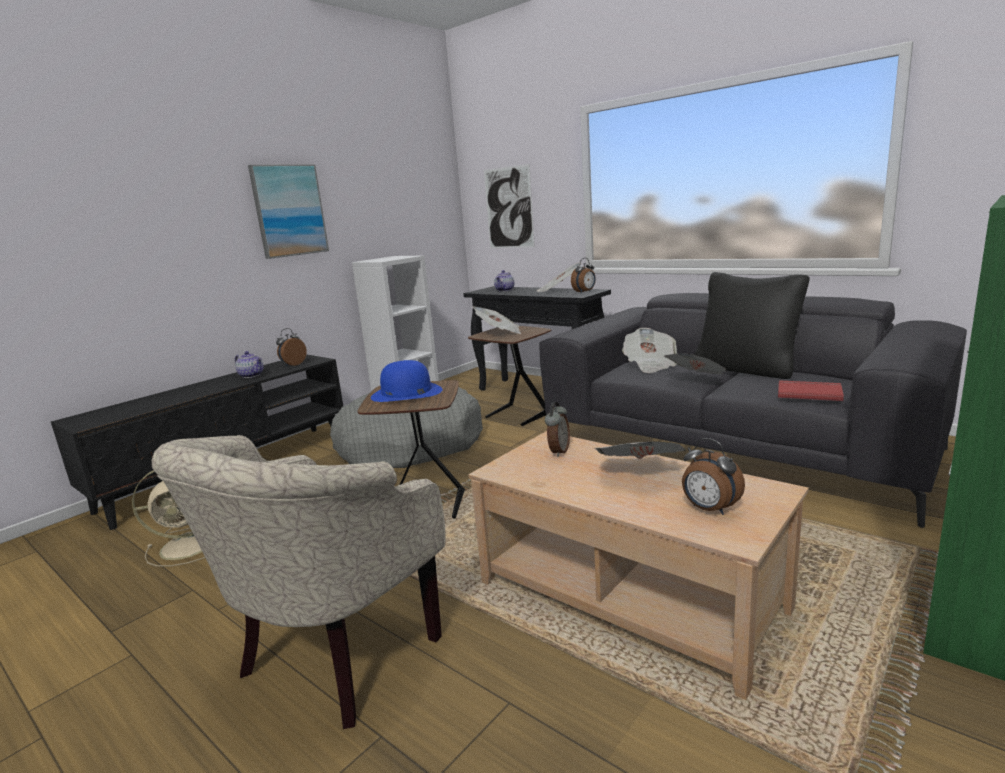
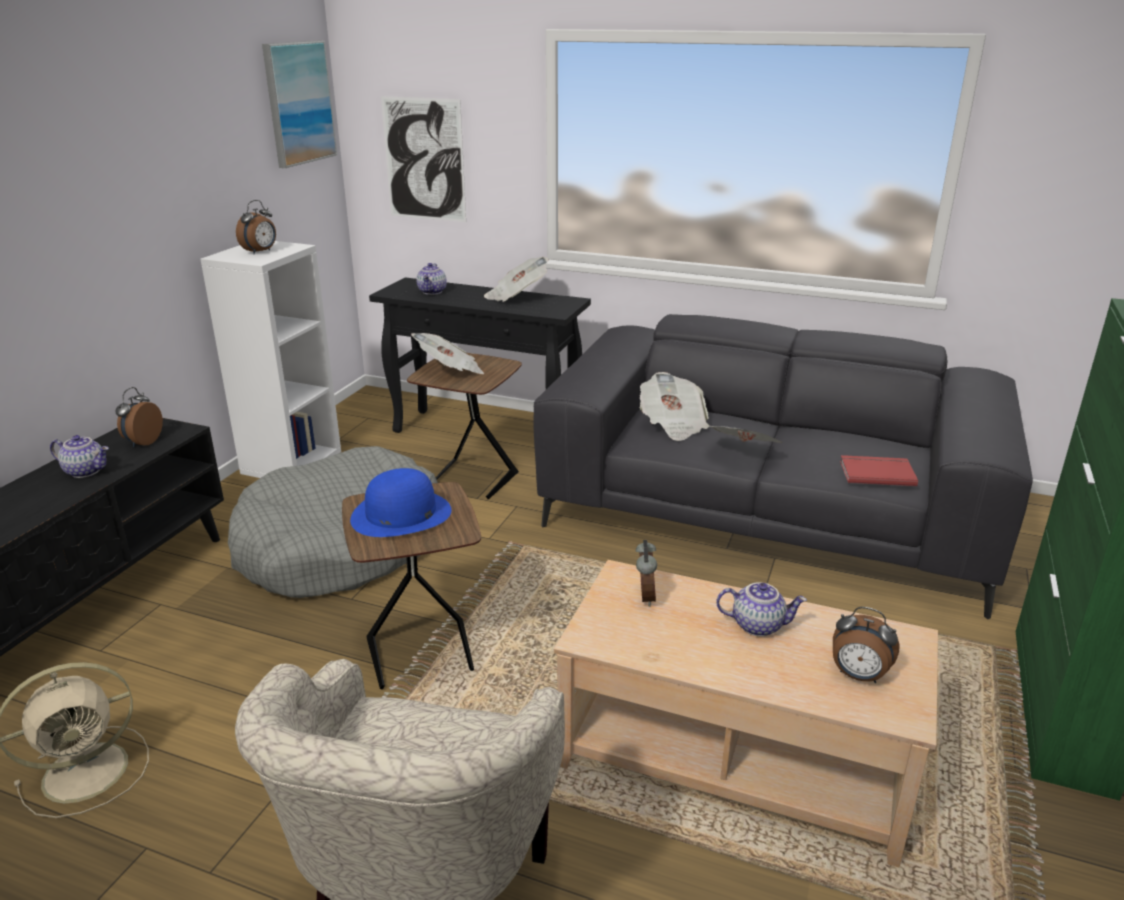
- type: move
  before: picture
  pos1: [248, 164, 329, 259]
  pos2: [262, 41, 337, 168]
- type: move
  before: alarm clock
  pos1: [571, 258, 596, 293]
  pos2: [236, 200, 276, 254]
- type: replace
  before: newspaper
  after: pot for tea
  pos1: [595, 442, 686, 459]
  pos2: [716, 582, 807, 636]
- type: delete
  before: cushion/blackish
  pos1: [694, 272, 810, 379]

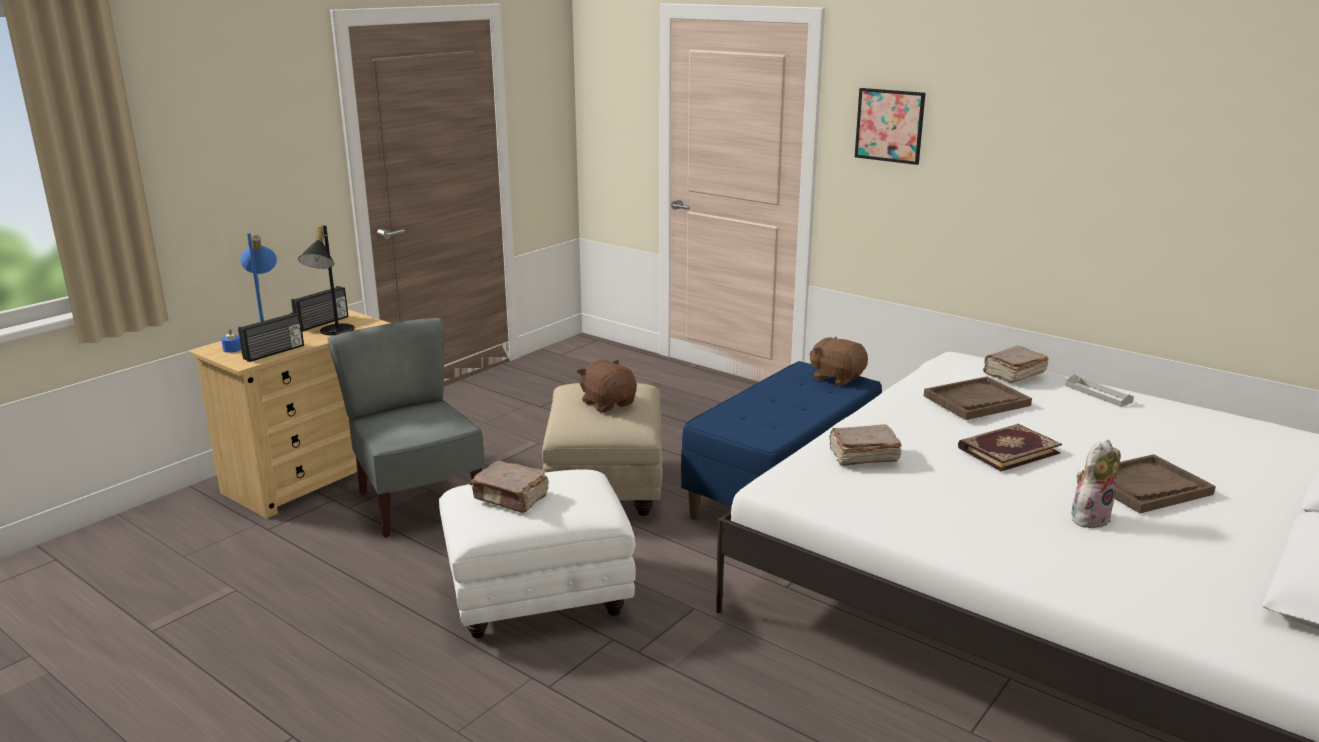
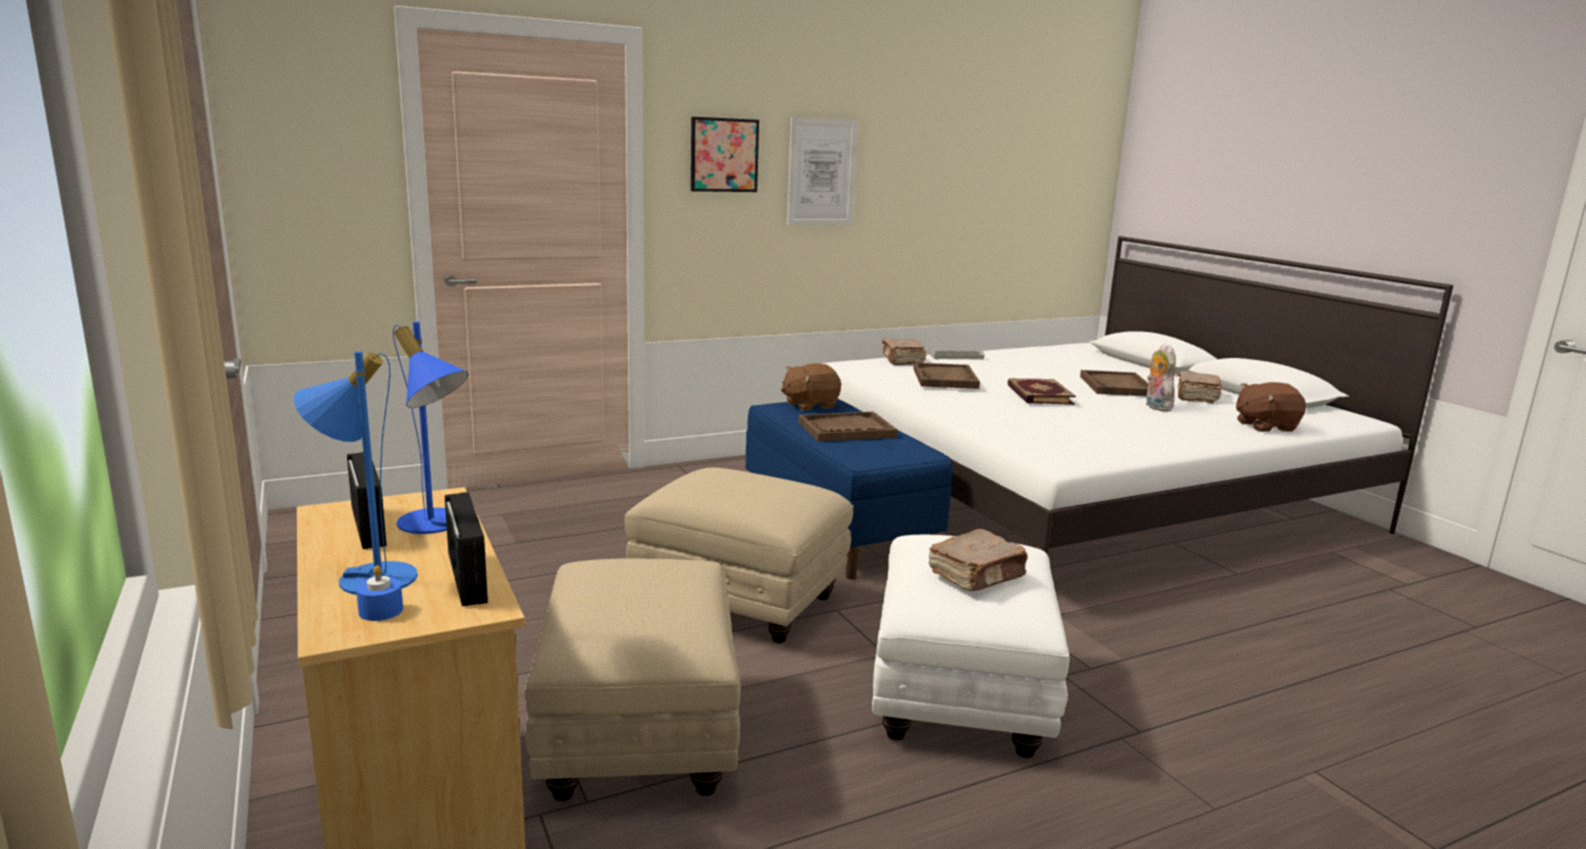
- type: recolor
  before: tabletop lamp/blackish
  after: tabletop lamp/bluish
  pos1: [298, 225, 355, 336]
  pos2: [393, 321, 469, 534]
- type: replace
  before: upright chair/grey
  after: ottoman/beige
  pos1: [327, 318, 485, 538]
  pos2: [525, 558, 741, 801]
- type: move
  before: cuddly toy/brownish
  pos1: [577, 360, 637, 412]
  pos2: [1236, 382, 1306, 432]
- type: move
  before: book/brownish
  pos1: [829, 424, 902, 466]
  pos2: [1178, 371, 1222, 403]
- type: insert
  after: picture
  pos2: [787, 117, 858, 225]
- type: insert
  after: tray/brownish
  pos2: [798, 412, 898, 442]

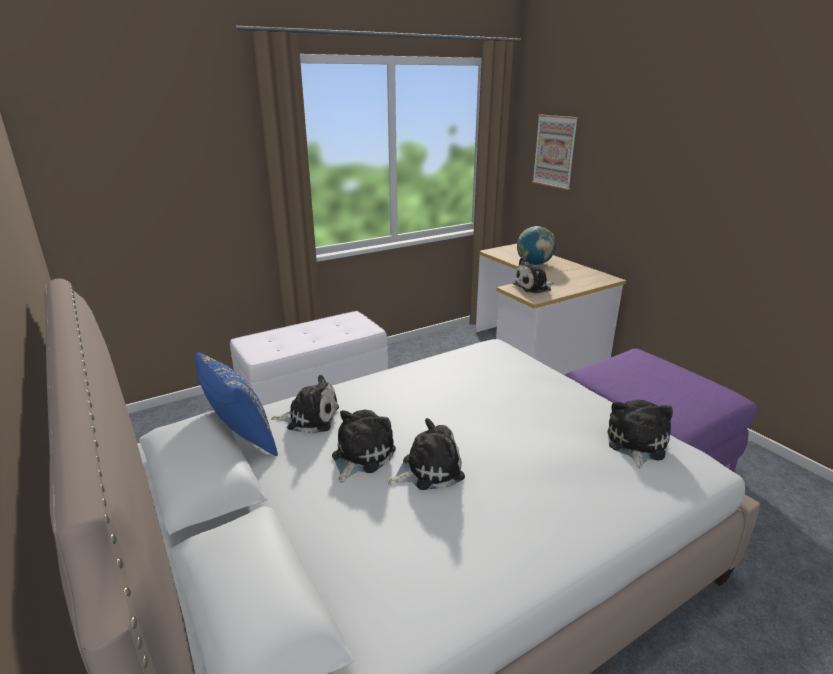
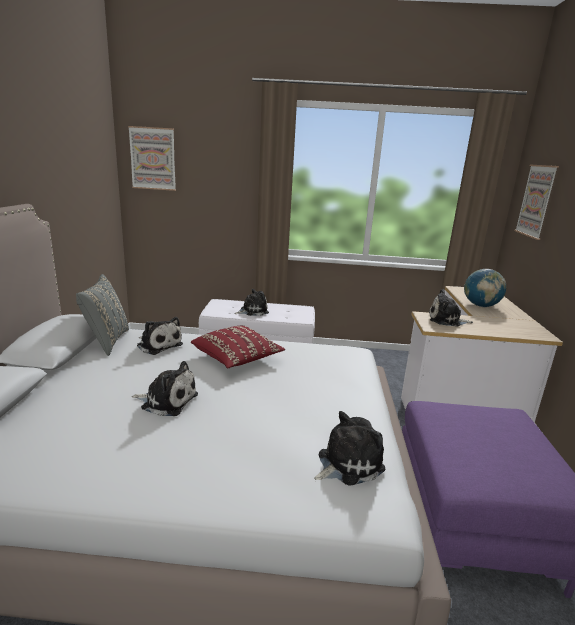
- type: recolor
  before: cushion/bluish
  after: cushion/grey
  pos1: [195, 352, 278, 456]
  pos2: [76, 274, 129, 356]
- type: move
  before: cuddly toy
  pos1: [332, 410, 396, 483]
  pos2: [234, 289, 269, 316]
- type: insert
  after: picture
  pos2: [128, 126, 176, 191]
- type: insert
  after: cushion/red-coloured
  pos2: [191, 326, 285, 368]

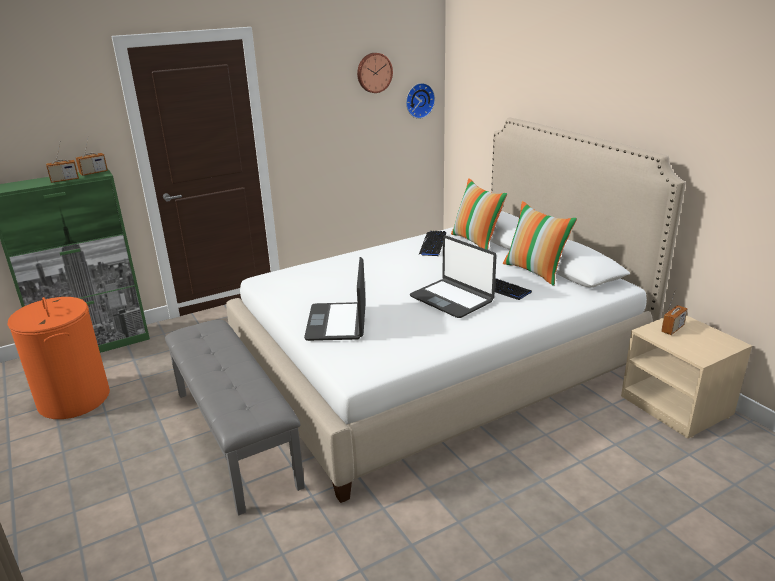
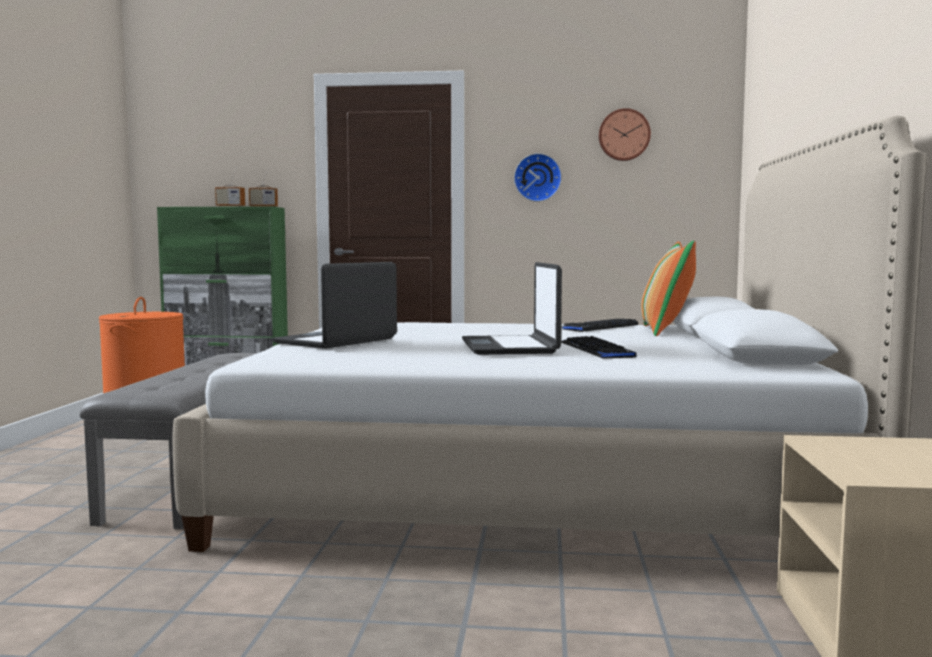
- type: move
  before: hanging clock
  pos1: [406, 83, 435, 119]
  pos2: [514, 153, 562, 202]
- type: delete
  before: cushion
  pos1: [503, 201, 577, 286]
- type: delete
  before: radio
  pos1: [661, 289, 688, 335]

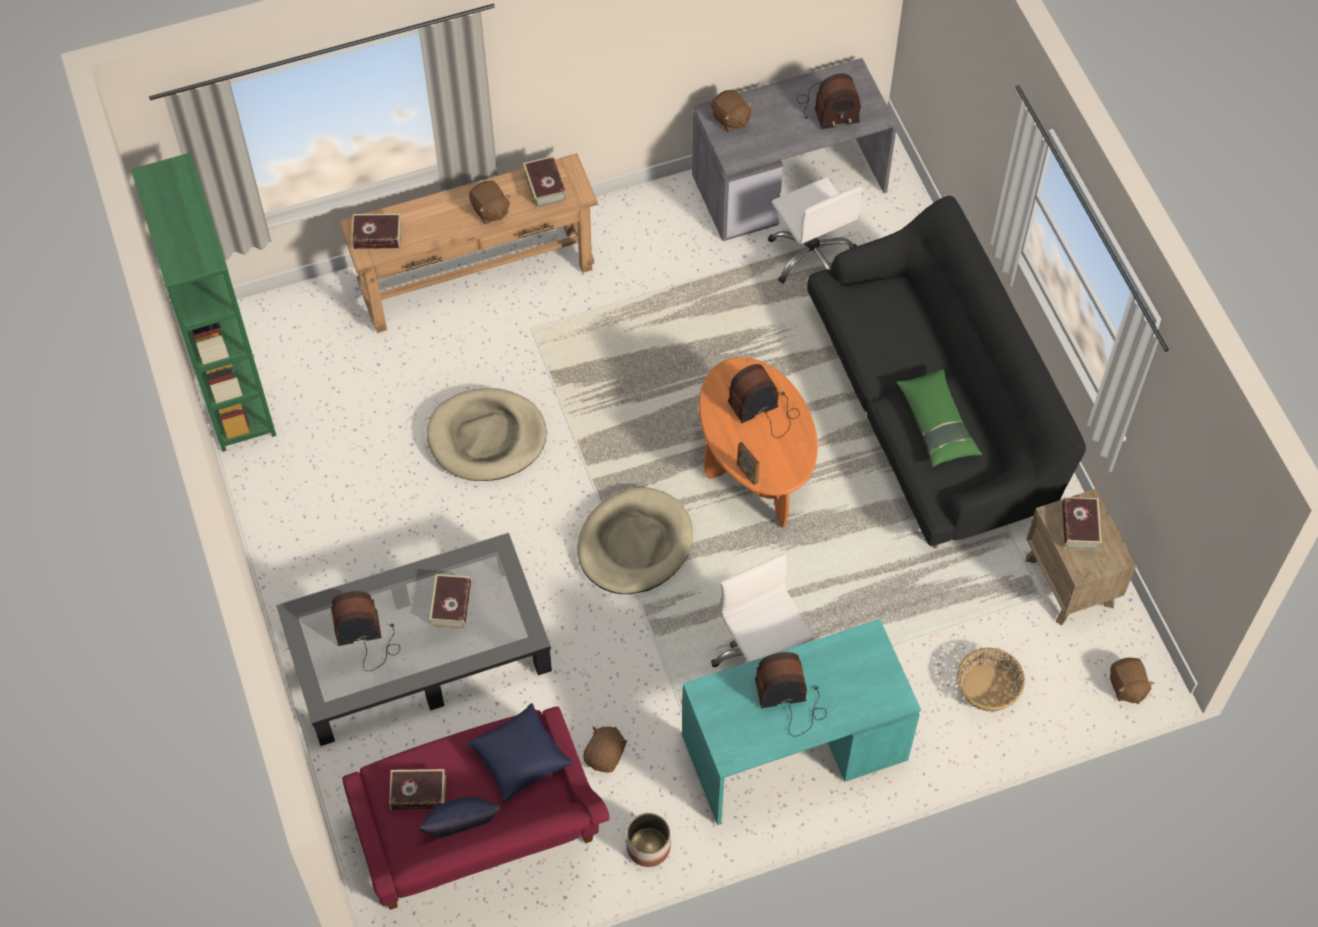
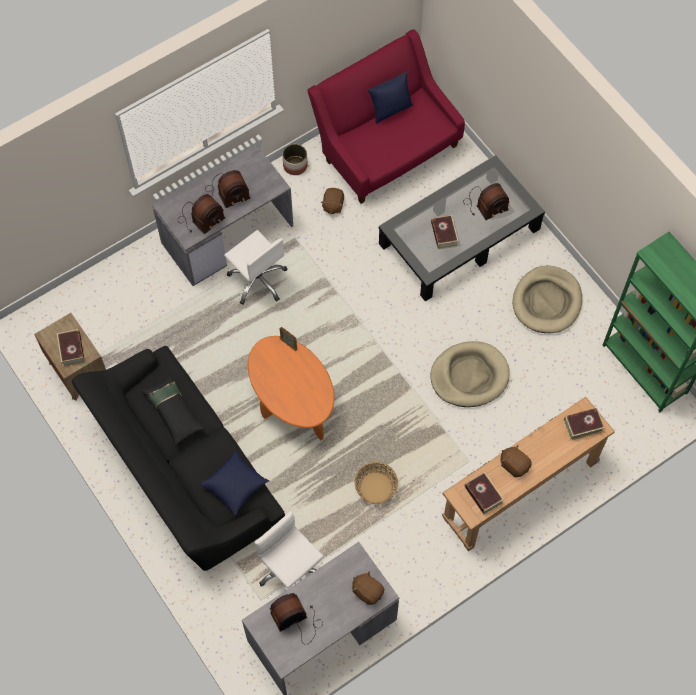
- type: delete
  before: book
  pos1: [389, 769, 446, 810]
- type: move
  before: cushion/bluish
  pos1: [466, 703, 573, 802]
  pos2: [200, 451, 269, 516]
- type: move
  before: dog cushion/beige
  pos1: [577, 487, 693, 594]
  pos2: [512, 266, 582, 333]
- type: recolor
  before: desk unit/turquoise-coloured
  after: desk unit/grey
  pos1: [682, 619, 921, 825]
  pos2: [152, 145, 293, 286]
- type: move
  before: radio
  pos1: [728, 364, 800, 438]
  pos2: [180, 194, 225, 234]
- type: recolor
  before: cushion/greenish
  after: cushion/blackish
  pos1: [896, 369, 982, 467]
  pos2: [141, 374, 206, 446]
- type: move
  before: basket
  pos1: [957, 648, 1025, 711]
  pos2: [354, 462, 398, 504]
- type: delete
  before: cuddly toy/brownish
  pos1: [1110, 657, 1155, 704]

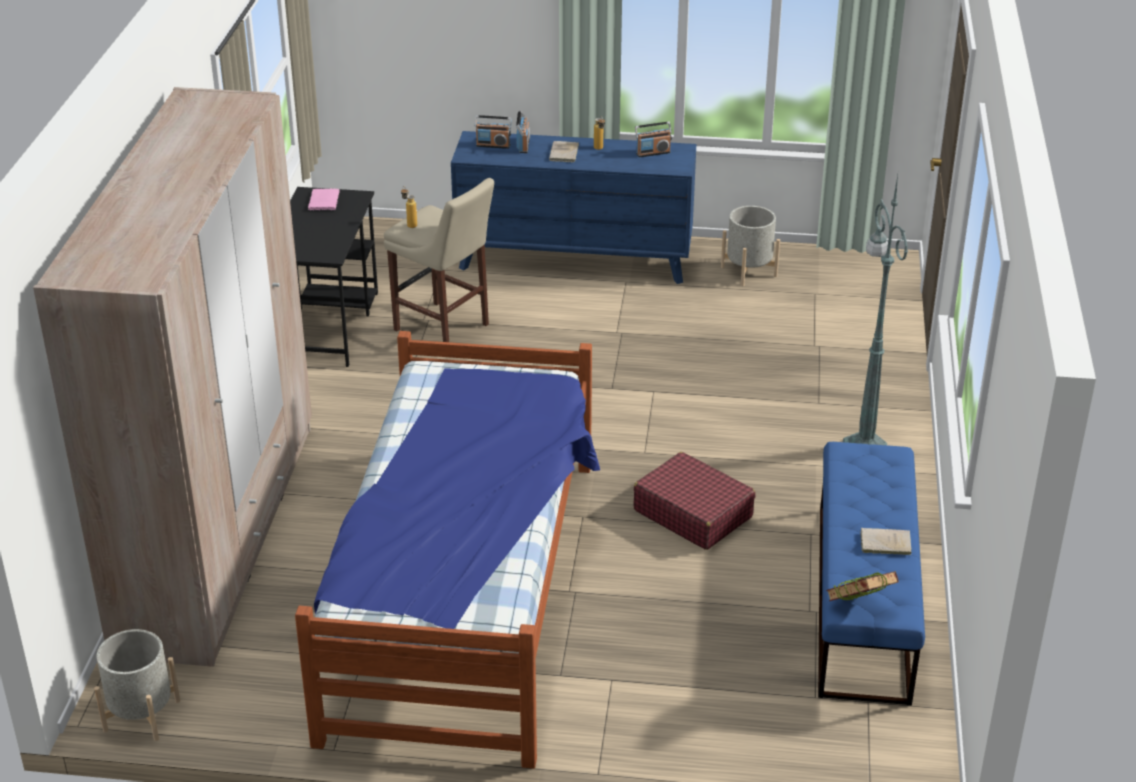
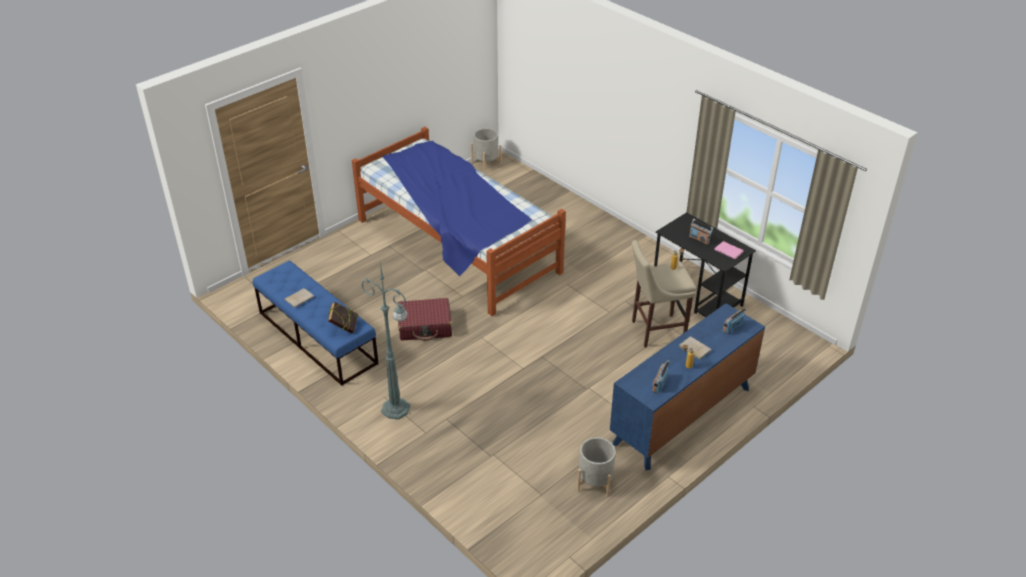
- type: delete
  before: clothes cupboard/beige
  pos1: [33, 87, 312, 667]
- type: move
  before: radio
  pos1: [516, 110, 530, 153]
  pos2: [689, 219, 713, 245]
- type: move
  before: book
  pos1: [826, 571, 899, 601]
  pos2: [328, 302, 358, 333]

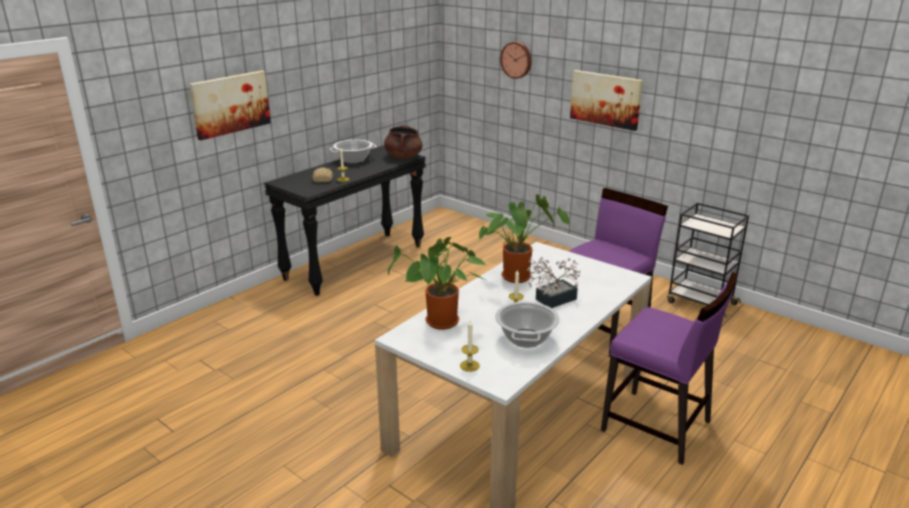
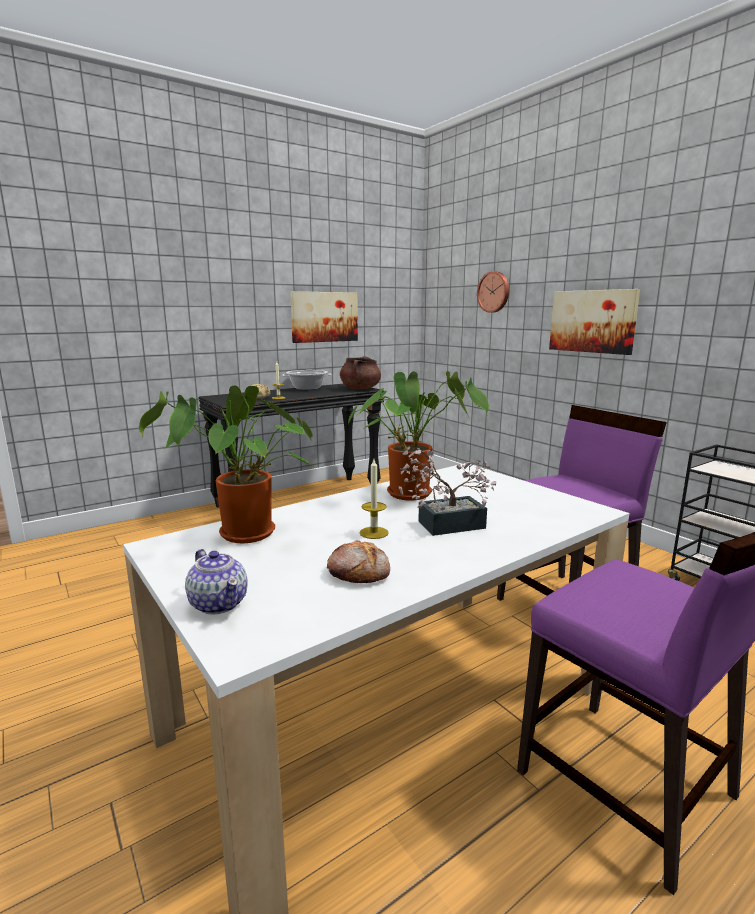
- type: move
  before: picture
  pos1: [189, 71, 271, 140]
  pos2: [290, 291, 358, 343]
- type: replace
  before: wax light
  after: pot for tea
  pos1: [460, 320, 480, 372]
  pos2: [185, 549, 248, 615]
- type: replace
  before: stockpot
  after: baked bread
  pos1: [495, 301, 560, 348]
  pos2: [327, 540, 390, 583]

